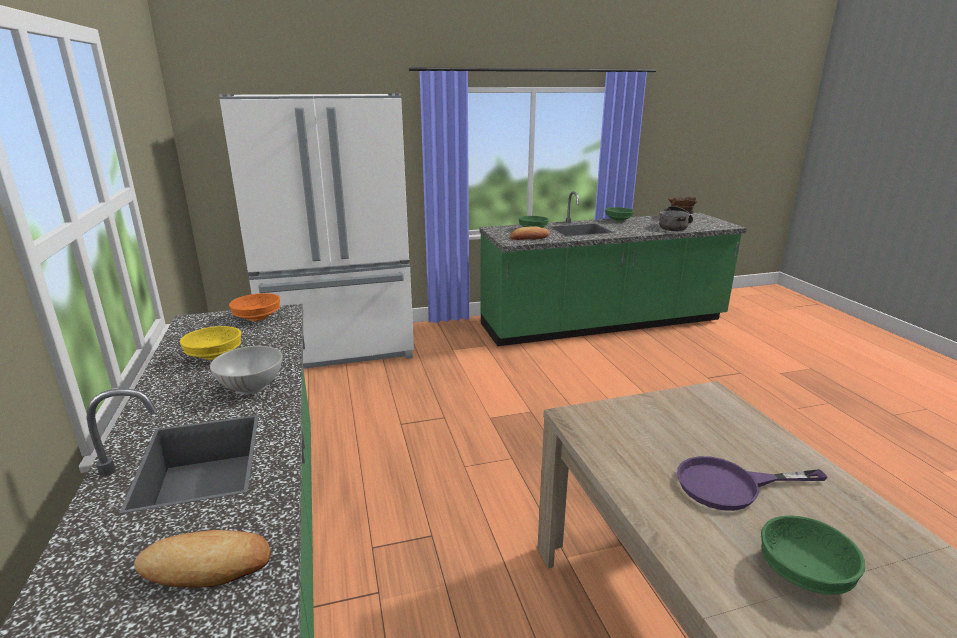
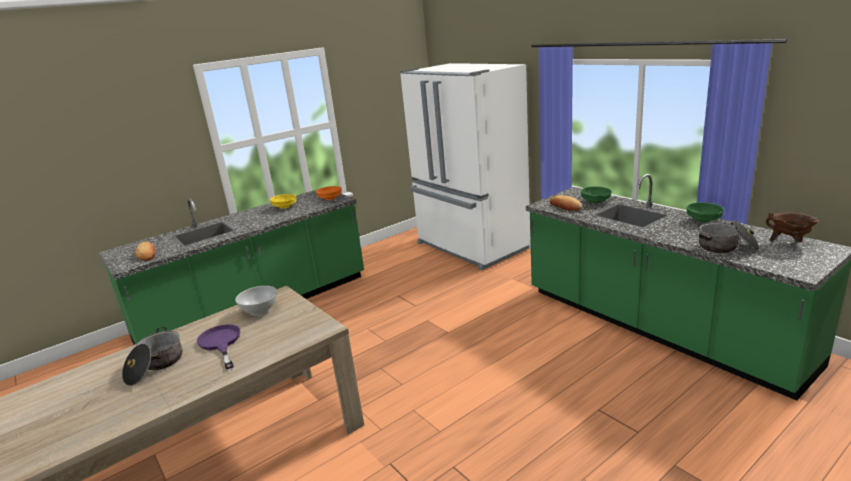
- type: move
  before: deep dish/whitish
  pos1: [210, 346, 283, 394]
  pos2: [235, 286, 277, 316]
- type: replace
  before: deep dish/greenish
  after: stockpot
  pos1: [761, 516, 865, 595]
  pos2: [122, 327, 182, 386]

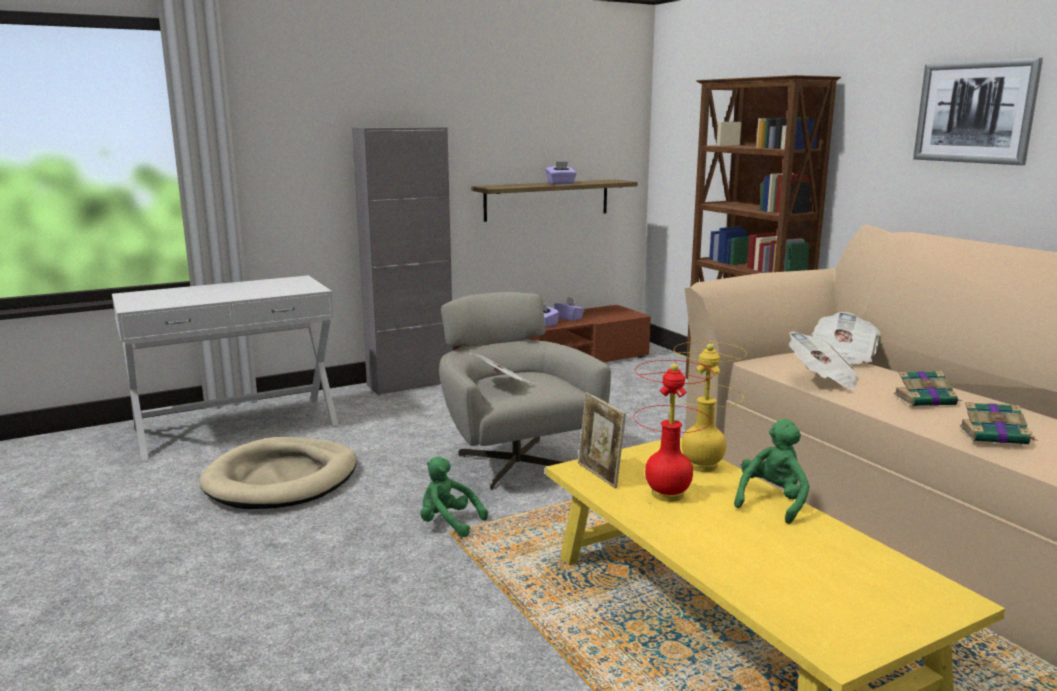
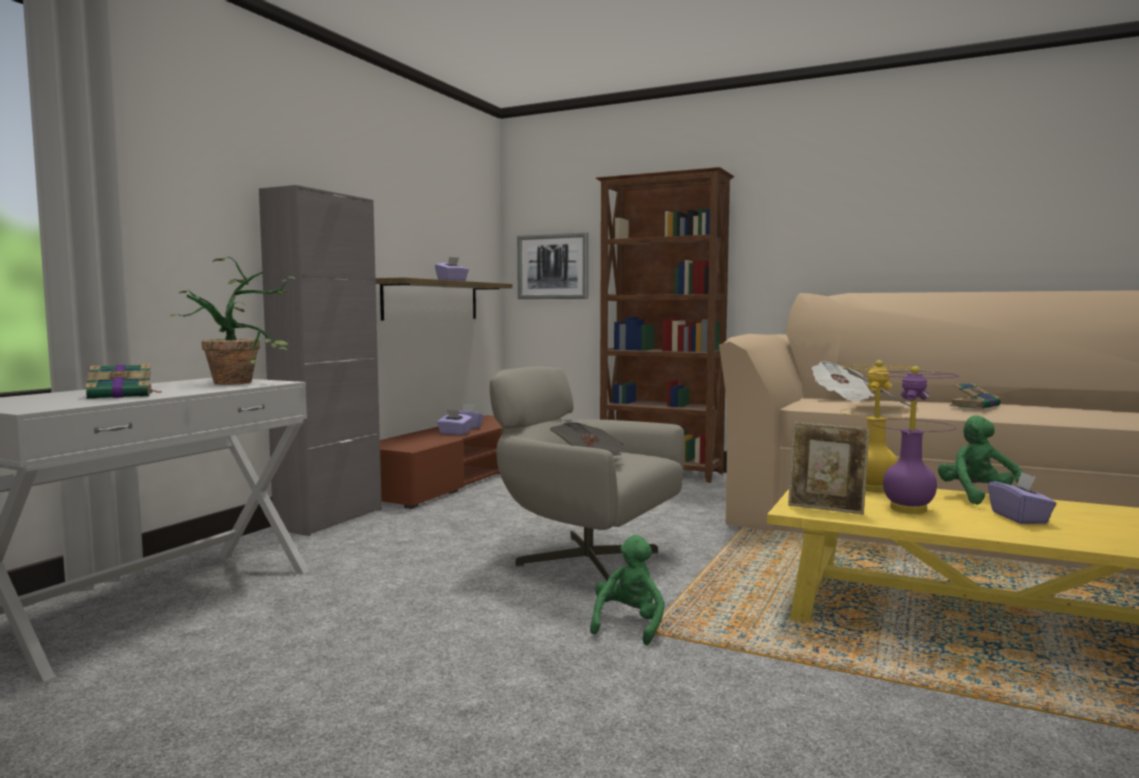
- type: delete
  before: dog cushion/beige
  pos1: [199, 437, 357, 509]
- type: rotate
  before: cuddly toy/greenish
  pos1: [420, 457, 488, 537]
  pos2: [590, 535, 665, 645]
  turn: 120
- type: recolor
  before: tabletop lamp/red-coloured
  after: tabletop lamp/purple-coloured
  pos1: [633, 360, 714, 502]
  pos2: [870, 366, 959, 514]
- type: move
  before: picture
  pos1: [913, 58, 1043, 165]
  pos2: [517, 232, 588, 299]
- type: move
  before: book
  pos1: [960, 402, 1036, 445]
  pos2: [86, 364, 162, 399]
- type: insert
  after: plant in a pot
  pos2: [169, 257, 295, 385]
- type: insert
  after: tissue holder/purple-coloured
  pos2: [988, 472, 1056, 524]

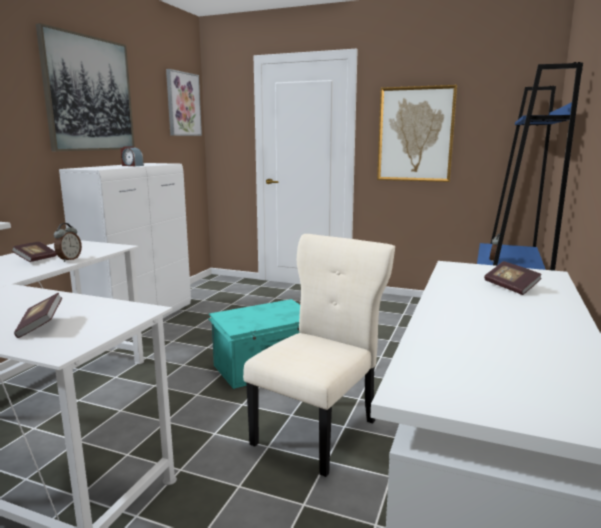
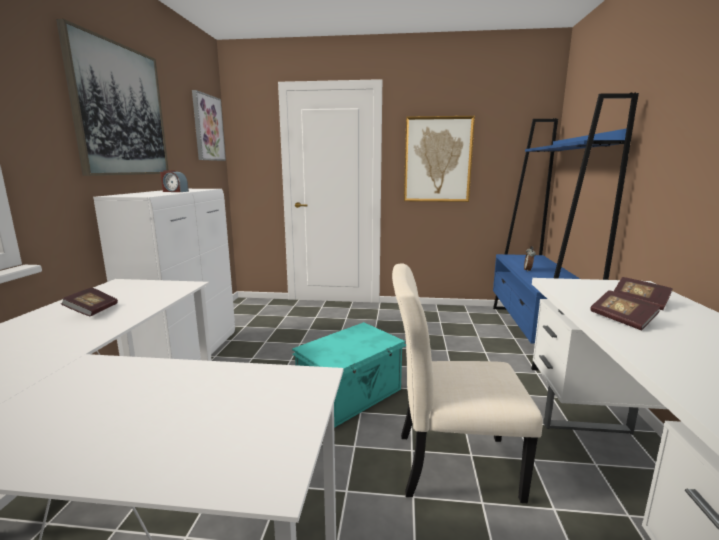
- type: move
  before: book
  pos1: [14, 293, 62, 338]
  pos2: [590, 290, 660, 330]
- type: delete
  before: alarm clock
  pos1: [54, 223, 82, 262]
- type: rotate
  before: upright chair/beige
  pos1: [243, 234, 395, 477]
  pos2: [392, 263, 543, 503]
  turn: -105

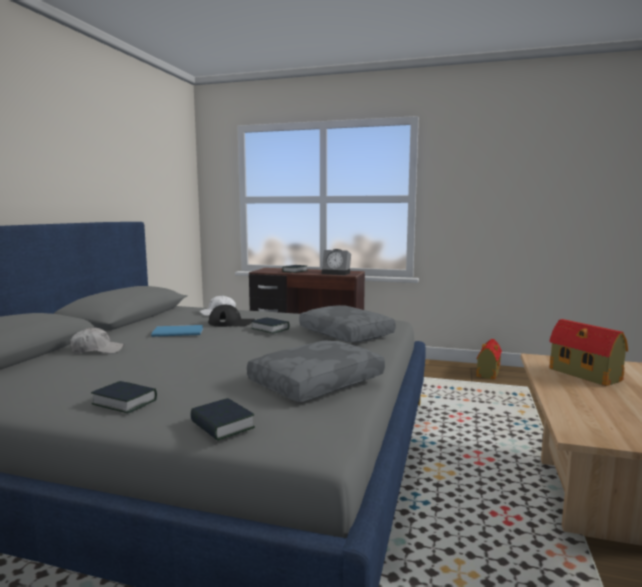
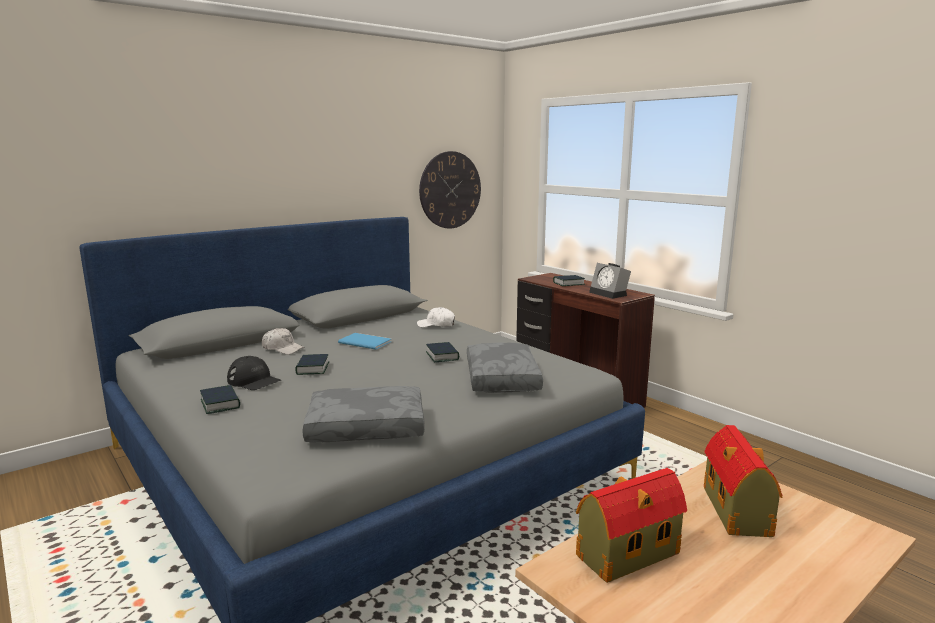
- type: move
  before: book
  pos1: [190, 398, 255, 441]
  pos2: [295, 354, 330, 375]
- type: move
  before: cap/blackish
  pos1: [208, 305, 255, 327]
  pos2: [227, 356, 281, 390]
- type: move
  before: model house
  pos1: [476, 339, 502, 380]
  pos2: [576, 468, 687, 583]
- type: insert
  after: hanging clock
  pos2: [419, 151, 481, 229]

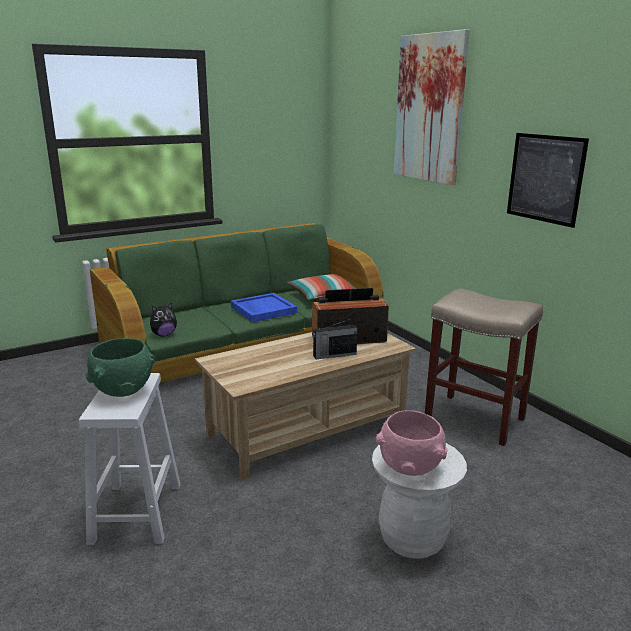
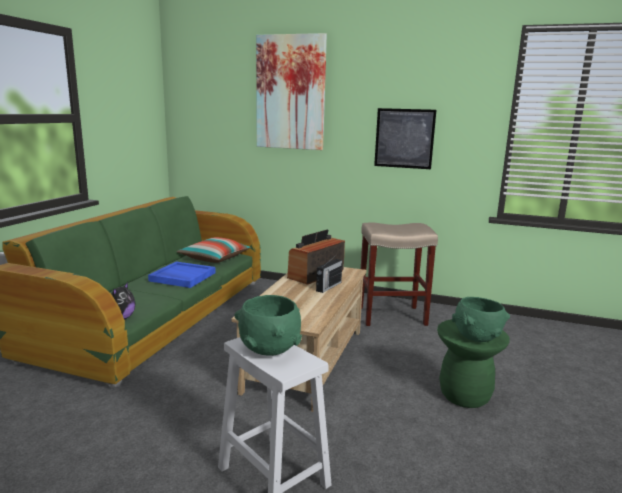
- type: recolor
  before: stool/whitish
  after: stool/greenish
  pos1: [372, 443, 467, 559]
  pos2: [437, 319, 510, 408]
- type: recolor
  before: deep dish/pink-coloured
  after: deep dish/greenish
  pos1: [375, 410, 447, 476]
  pos2: [452, 297, 510, 342]

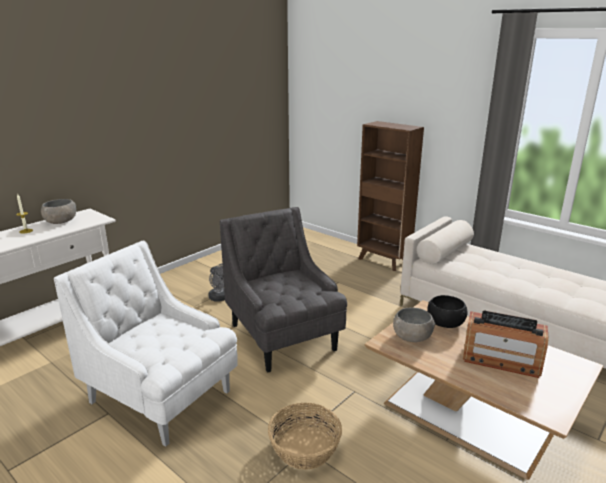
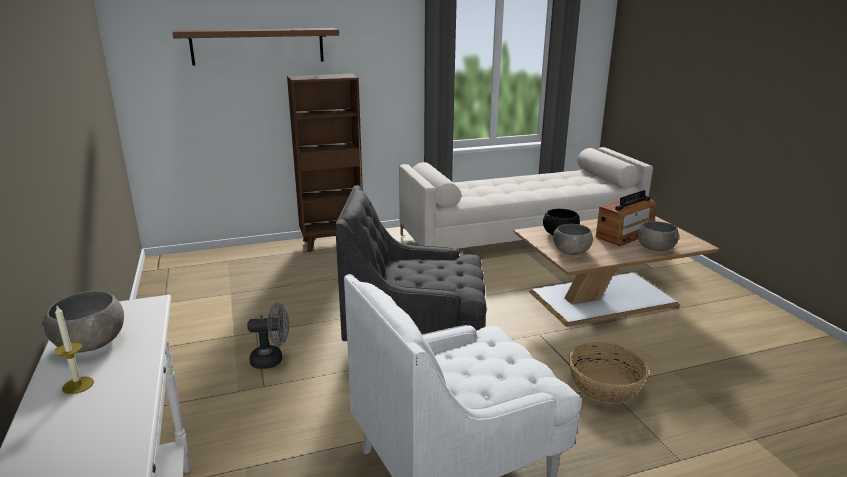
- type: insert
  after: wall shelf/brownish
  pos2: [172, 28, 339, 66]
- type: insert
  after: deep dish/grey
  pos2: [638, 221, 679, 251]

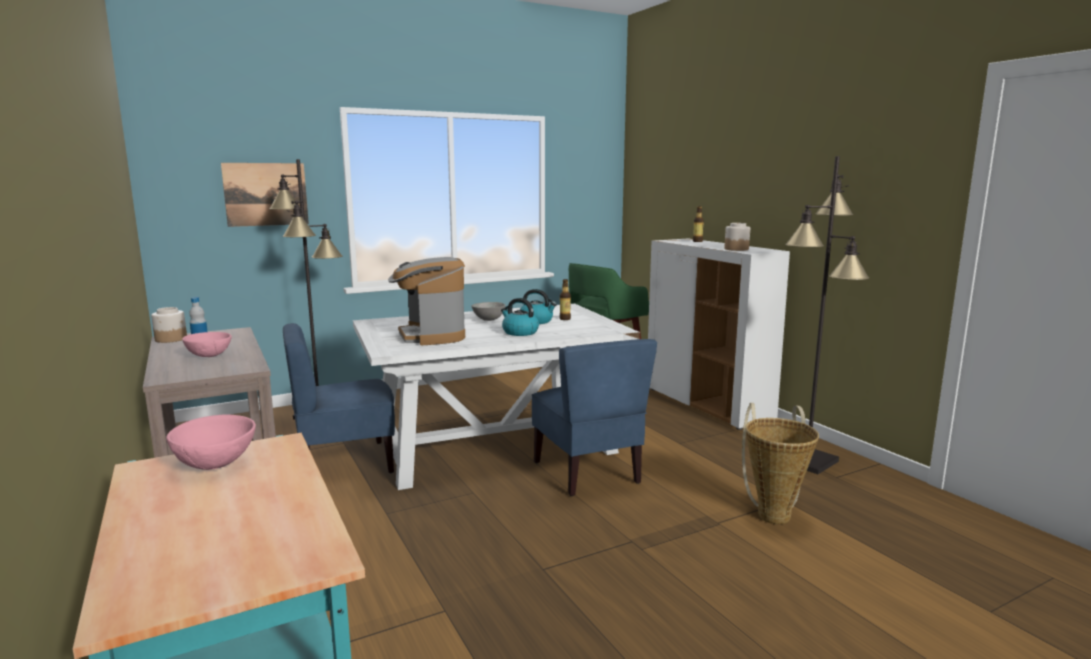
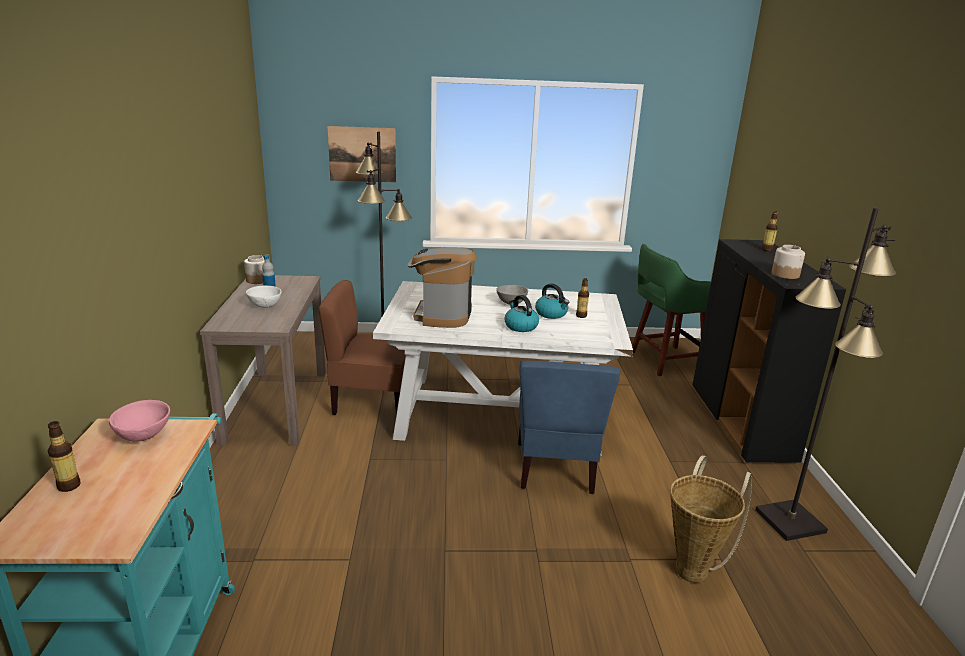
- type: recolor
  before: deep dish/pink-coloured
  after: deep dish/whitish
  pos1: [182, 332, 232, 357]
  pos2: [246, 286, 282, 308]
- type: recolor
  before: upright chair/bluish
  after: upright chair/brownish
  pos1: [283, 323, 395, 473]
  pos2: [319, 280, 406, 415]
- type: recolor
  before: storage cabinet/whitish
  after: storage cabinet/blackish
  pos1: [648, 238, 790, 430]
  pos2: [693, 239, 846, 464]
- type: insert
  after: beverage bottle
  pos2: [48, 421, 81, 492]

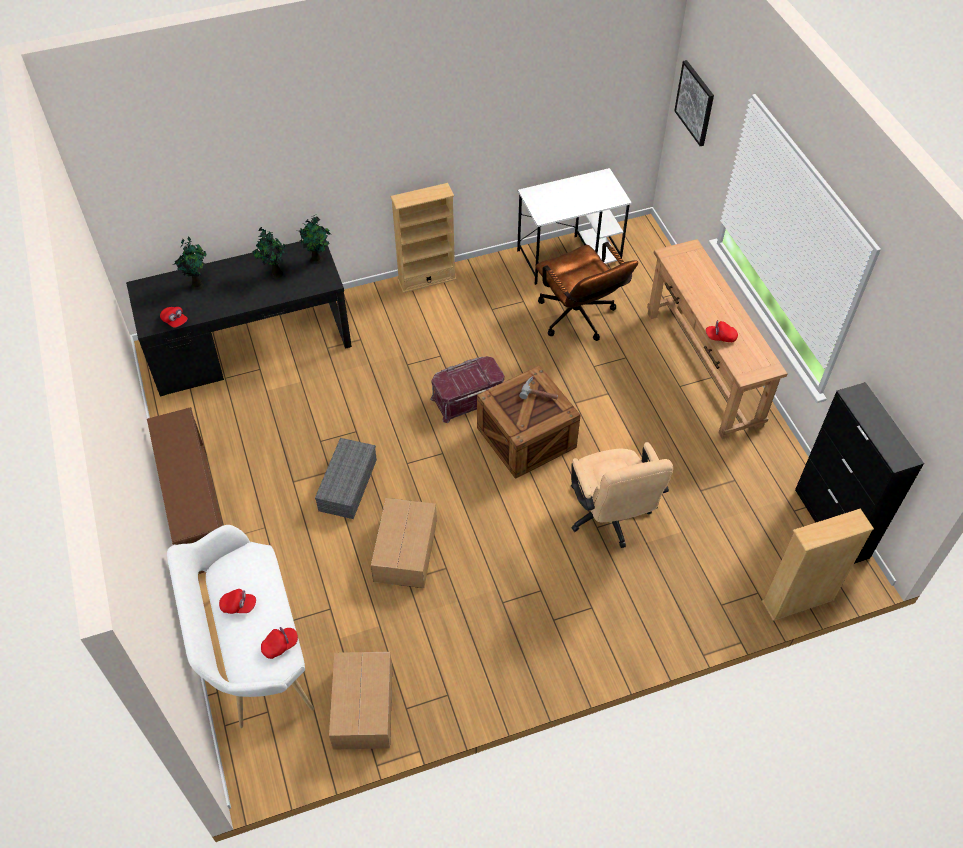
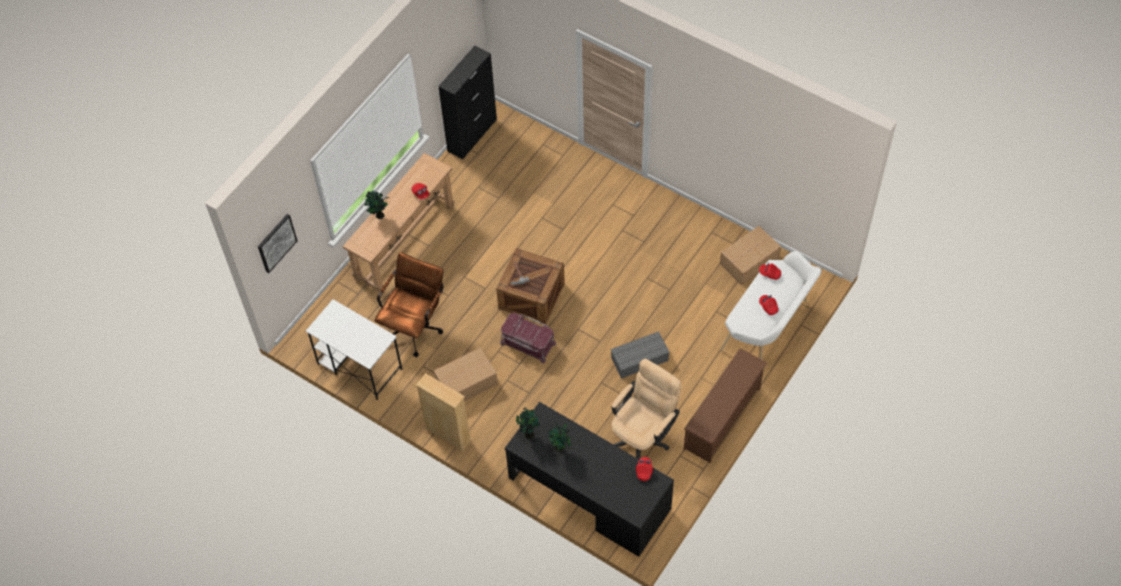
- type: move
  before: plant in a pot
  pos1: [173, 236, 206, 290]
  pos2: [365, 190, 390, 219]
- type: move
  before: cardboard box
  pos1: [371, 498, 437, 588]
  pos2: [434, 348, 498, 401]
- type: move
  before: computer chair/beige
  pos1: [571, 442, 673, 548]
  pos2: [611, 359, 681, 459]
- type: delete
  before: bookshelf/beige
  pos1: [762, 508, 874, 621]

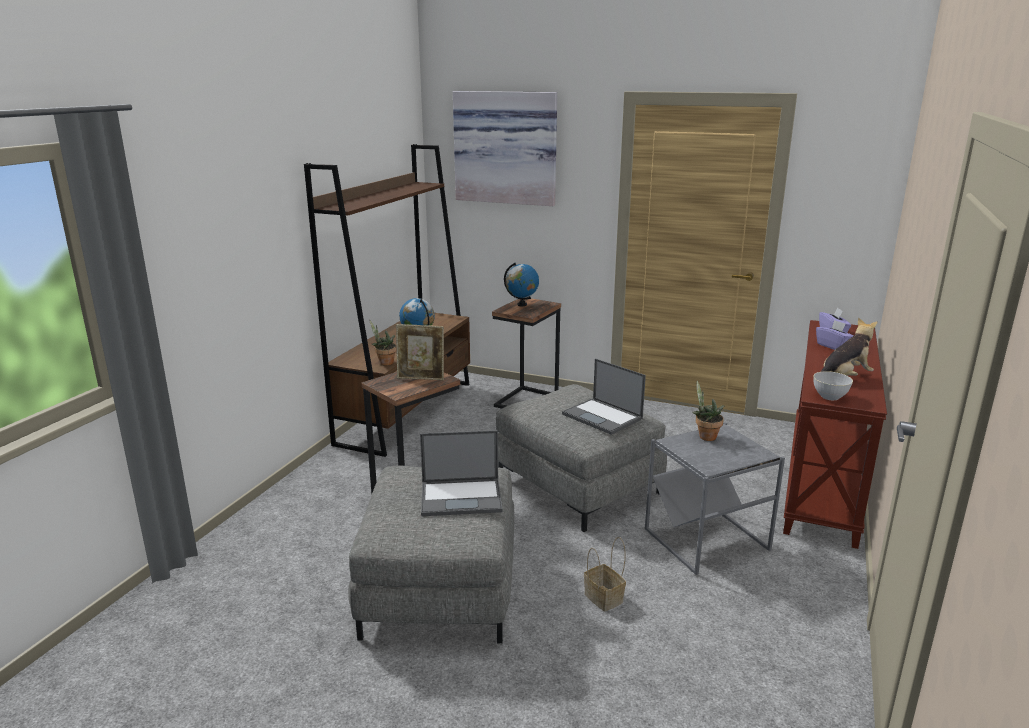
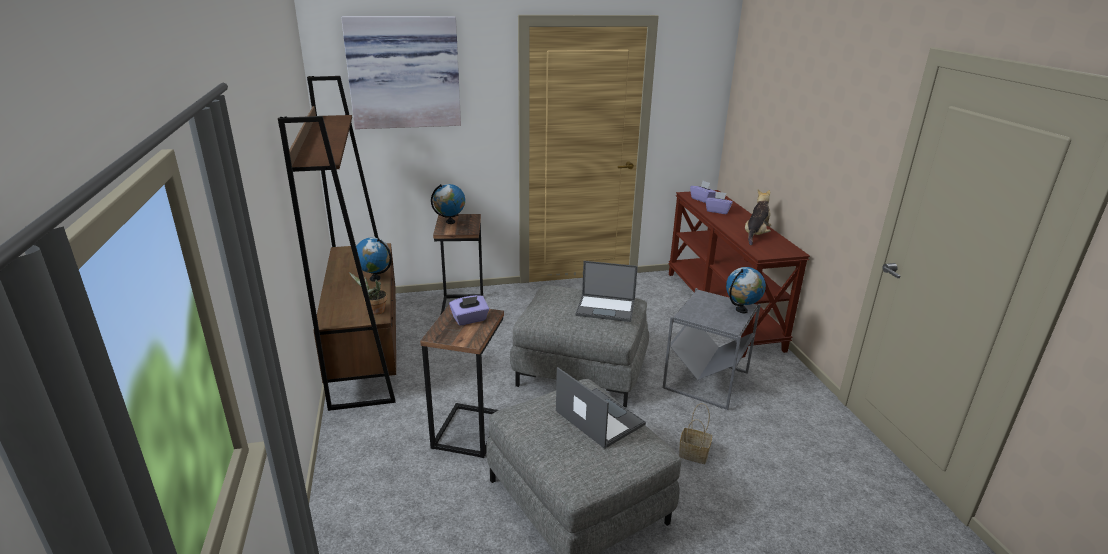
- type: replace
  before: photo frame
  after: tissue holder/purple-coloured
  pos1: [396, 324, 444, 380]
  pos2: [449, 295, 489, 326]
- type: rotate
  before: notebook computer
  pos1: [420, 430, 503, 516]
  pos2: [556, 367, 646, 449]
  turn: -90
- type: delete
  before: plant in a pot
  pos1: [692, 381, 724, 441]
- type: delete
  before: deep dish/grey
  pos1: [813, 371, 853, 400]
- type: insert
  after: world globe
  pos2: [726, 267, 766, 313]

